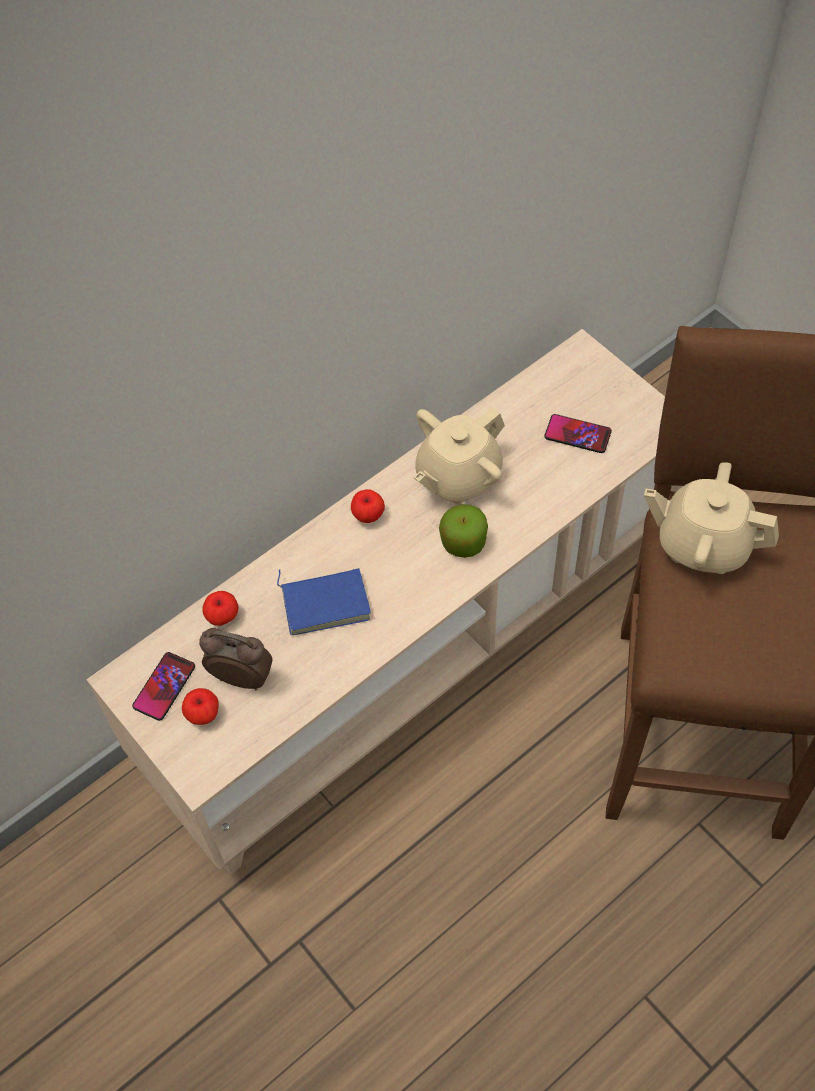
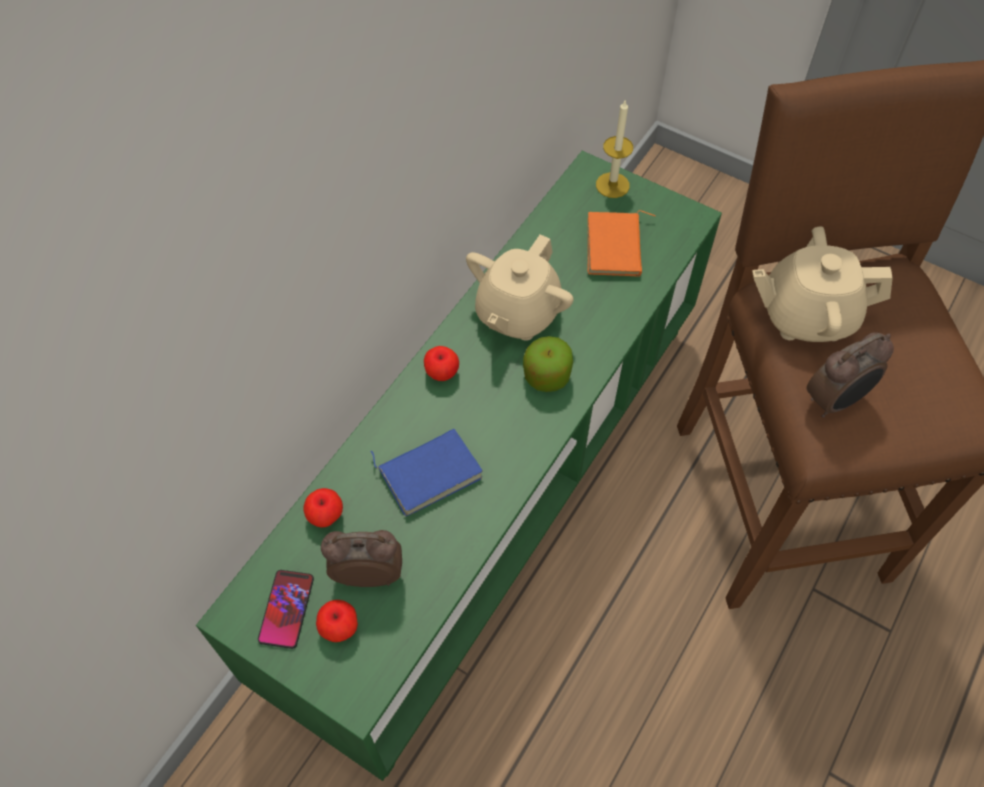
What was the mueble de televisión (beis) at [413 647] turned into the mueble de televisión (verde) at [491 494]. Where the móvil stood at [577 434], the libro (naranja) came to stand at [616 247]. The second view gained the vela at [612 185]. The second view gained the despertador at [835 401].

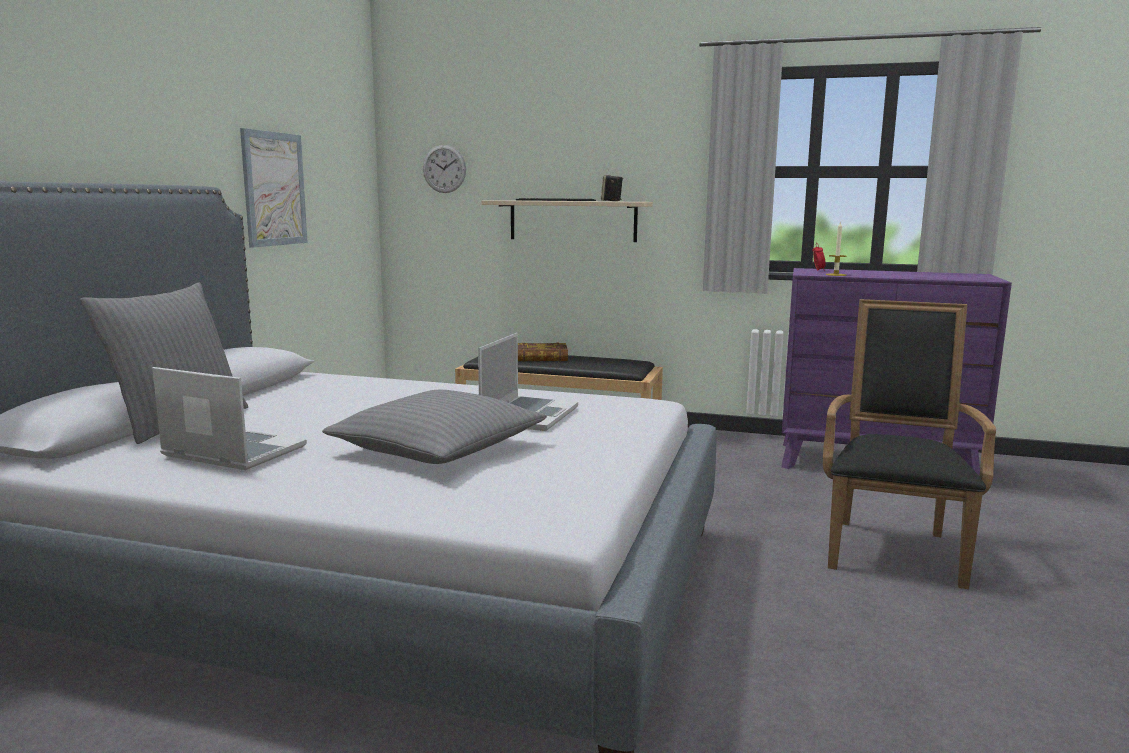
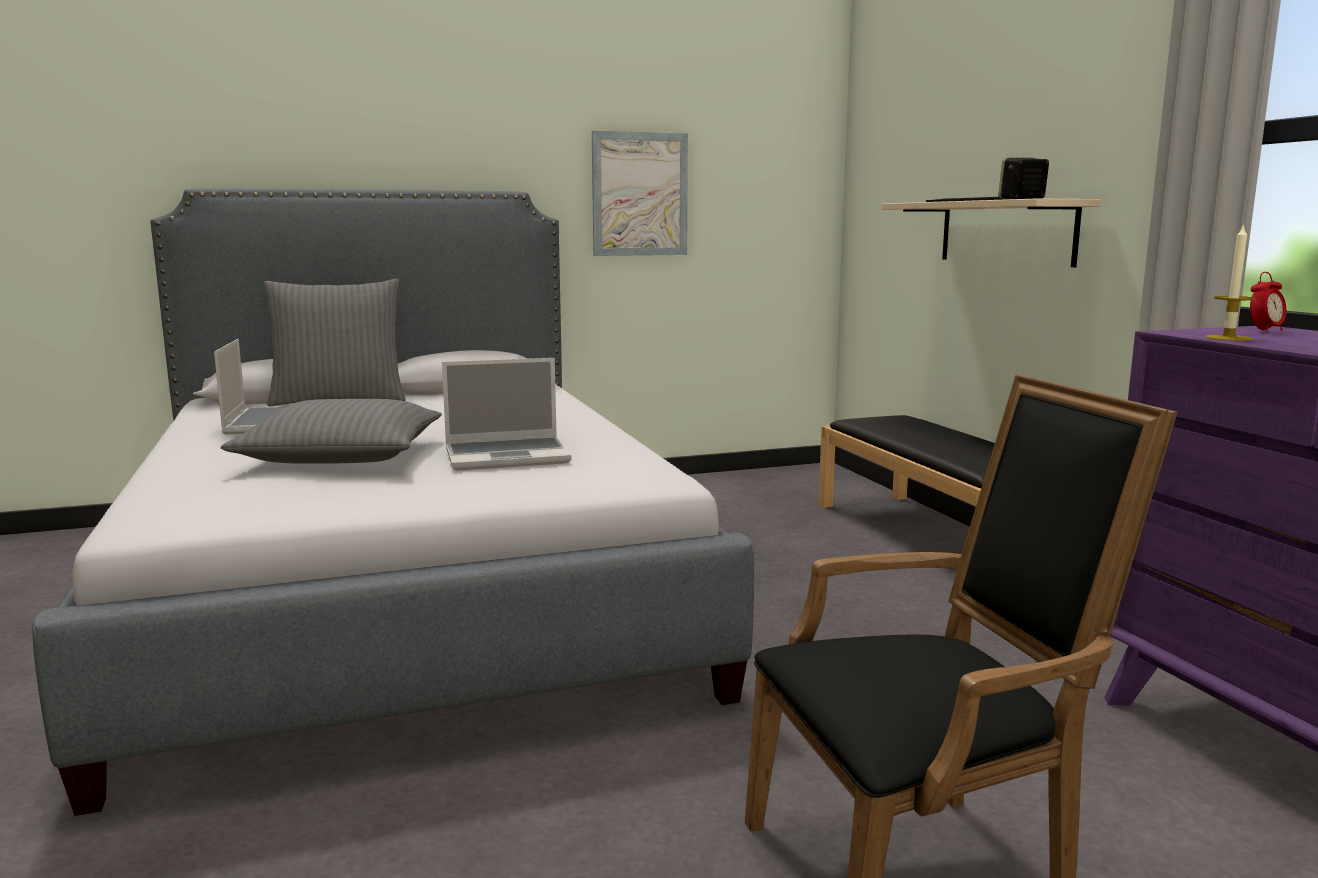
The second view lost the reloj de pared at [444 169]. The second view lost the libro at [541 357].

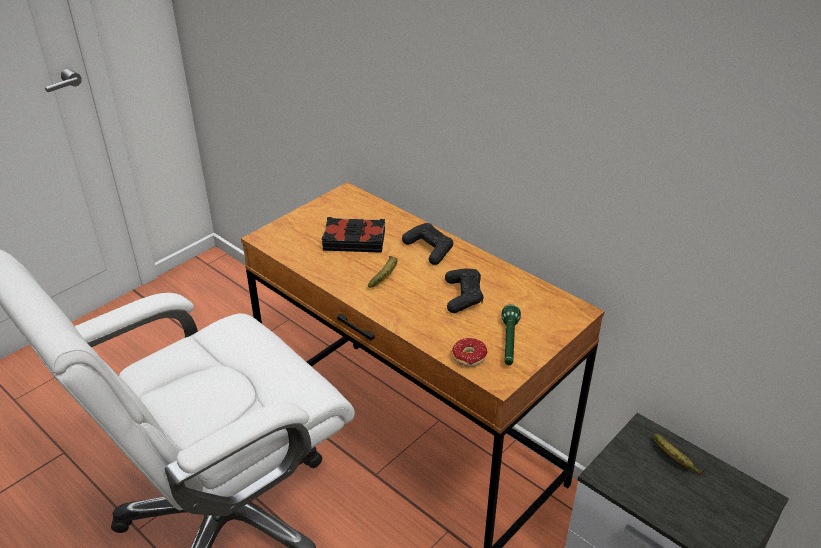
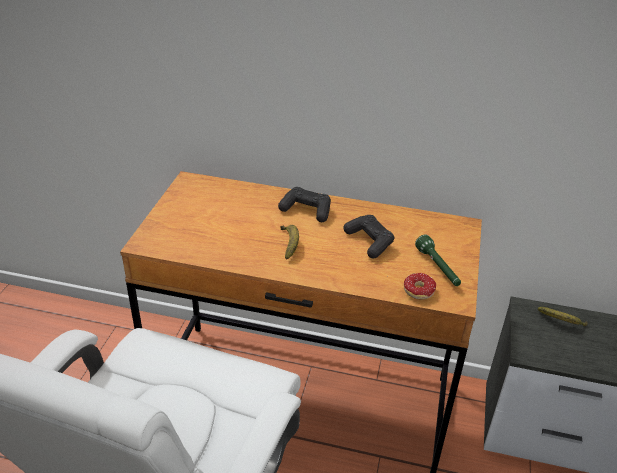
The second view lost the libro (negro) at [354 240].

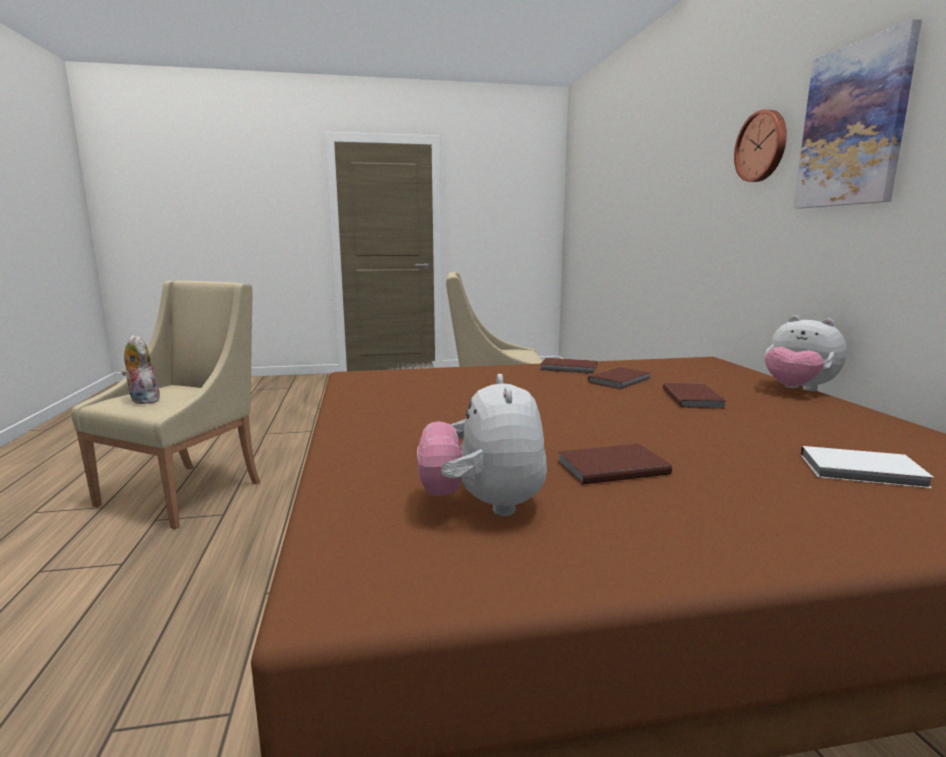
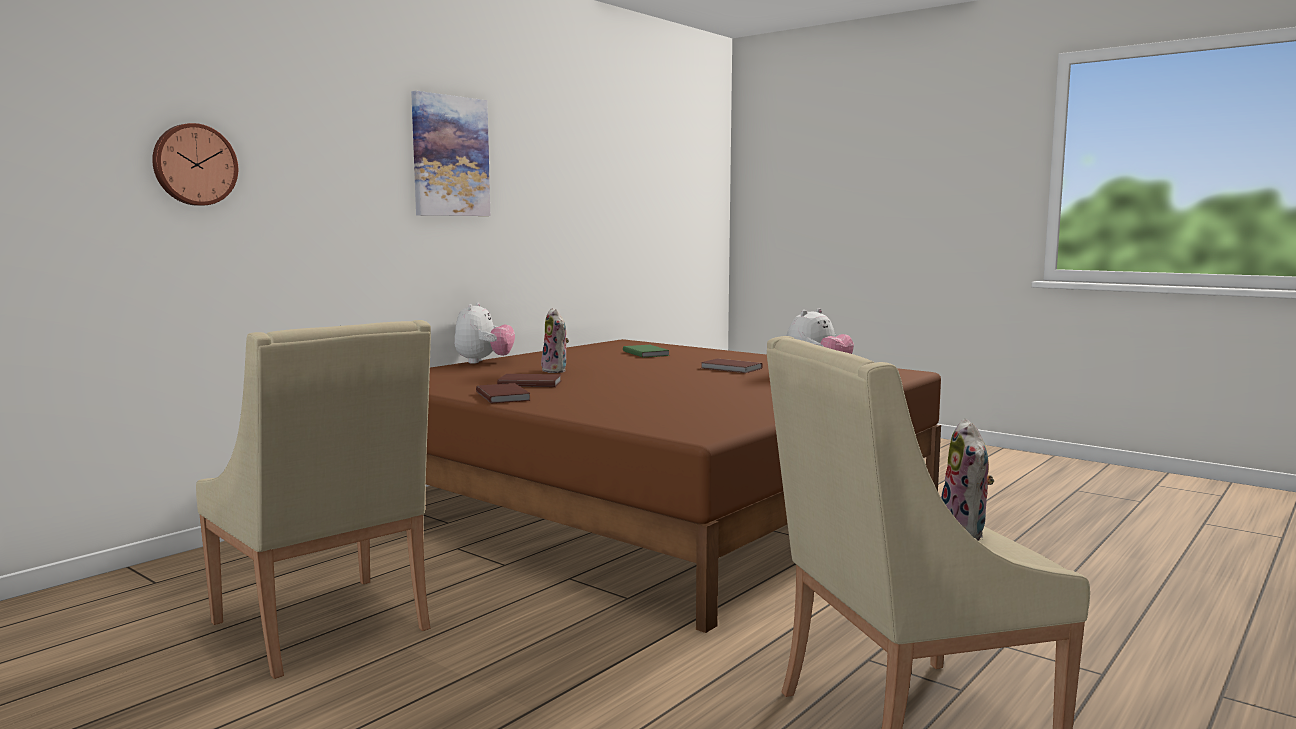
The reloj de pared ended up elsewhere, having gone from [762 146] to [194 165]. Where the libro (marrón) stood at [693 398], the peluche came to stand at [556 371]. What was the libro (blanco) at [863 471] turned into the libro (verde) at [646 353].

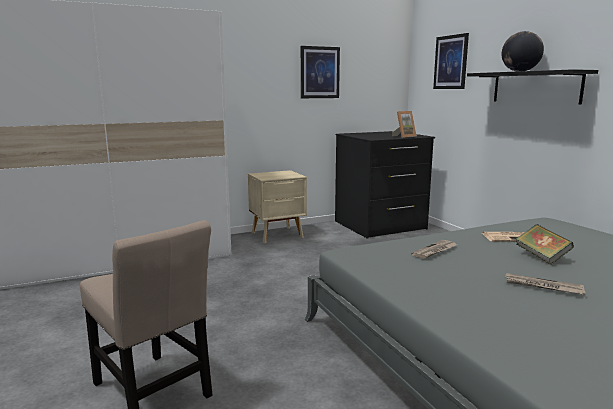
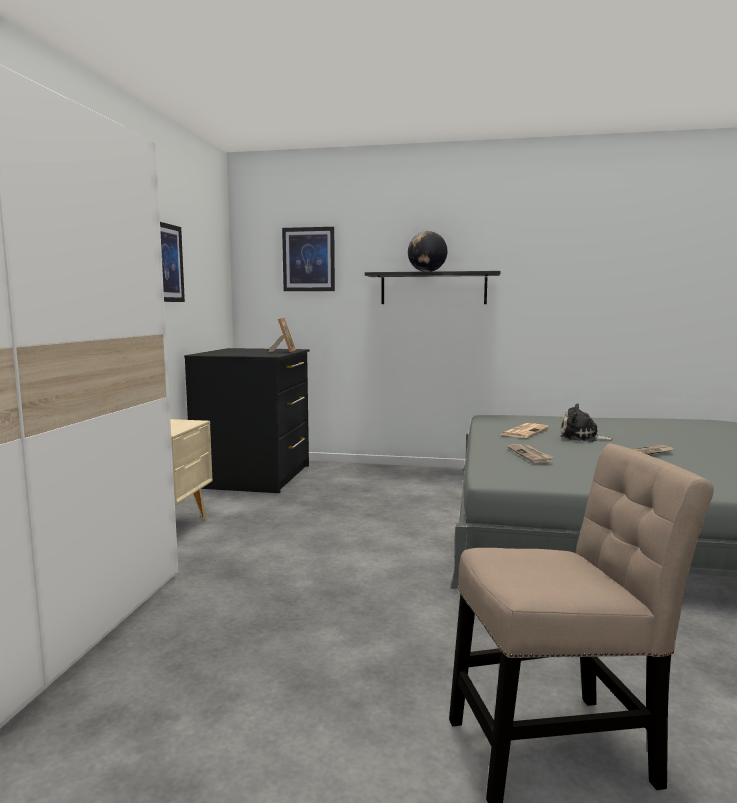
Where the libro stood at [541 257], the peluche came to stand at [582 438].

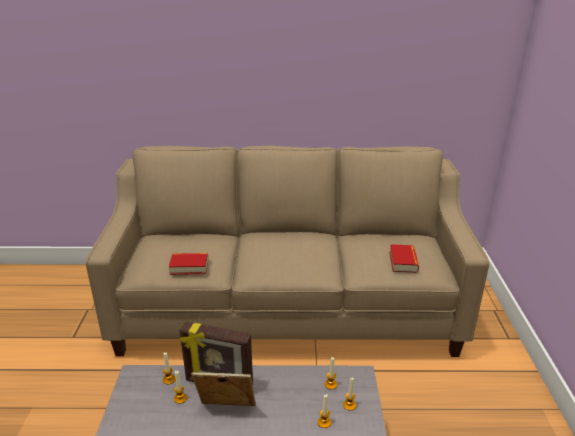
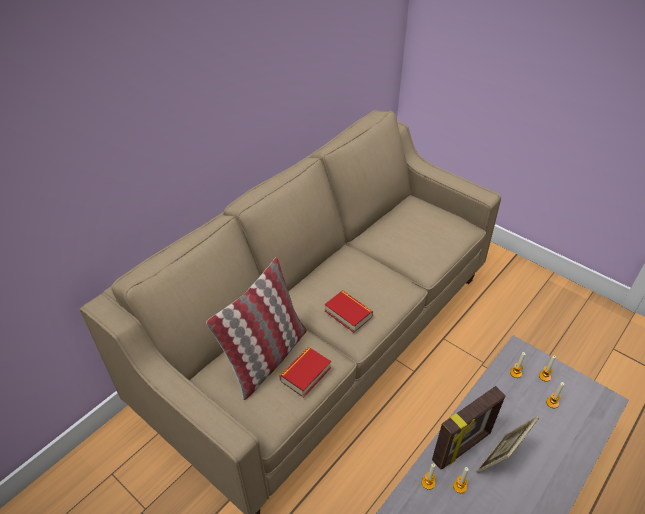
The second view gained the cojín at [266 358]. The libro ended up elsewhere, having gone from [403 262] to [348 314].

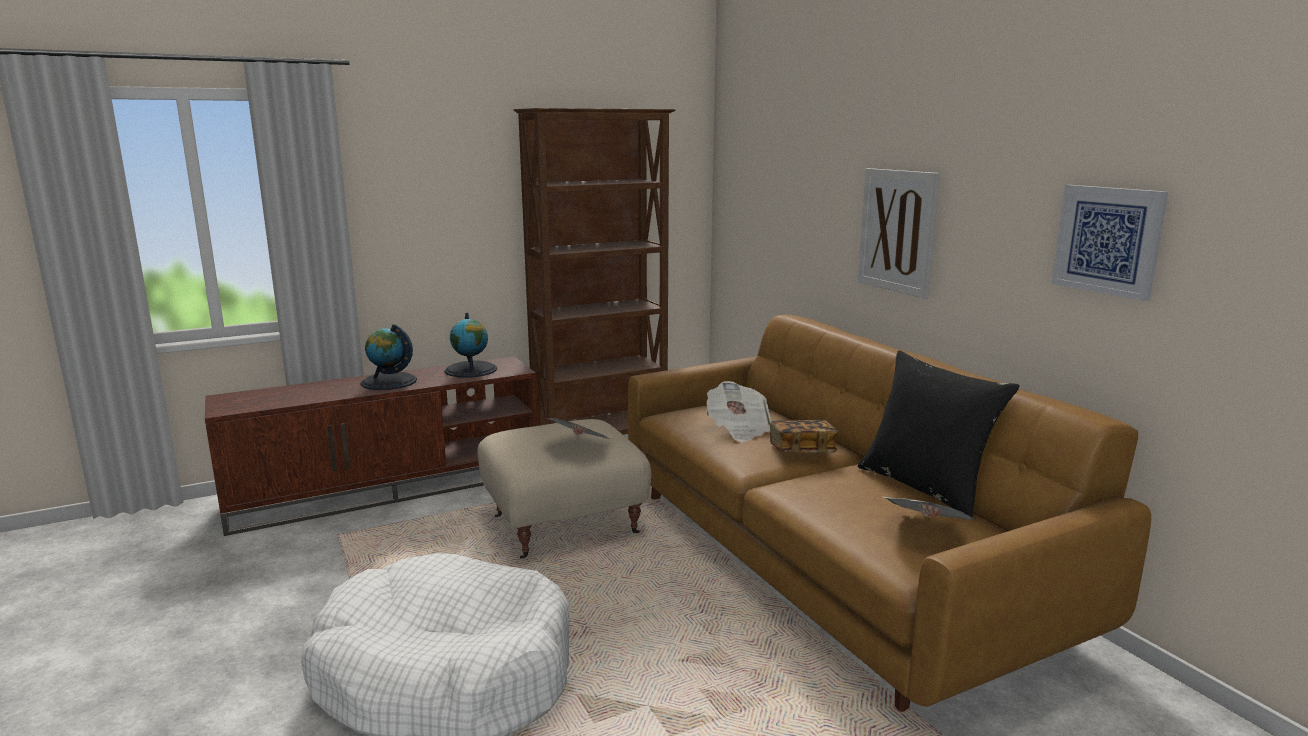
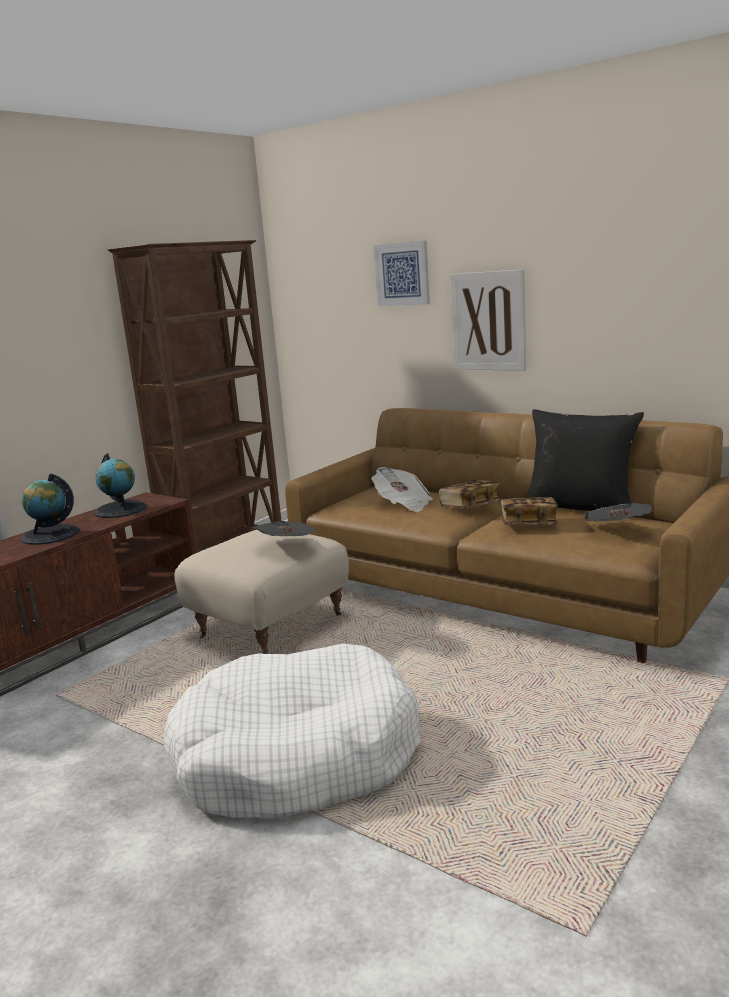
The cuadro ended up elsewhere, having gone from [1108 240] to [402 274]. The second view gained the libro at [528 524].

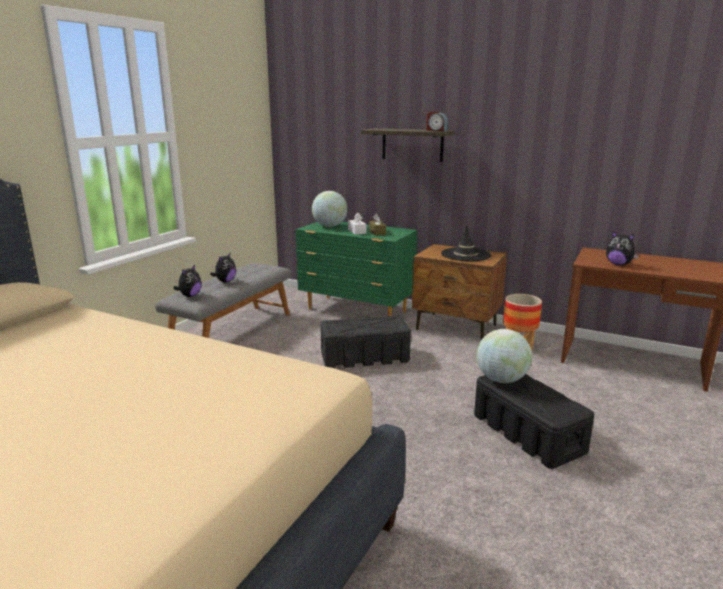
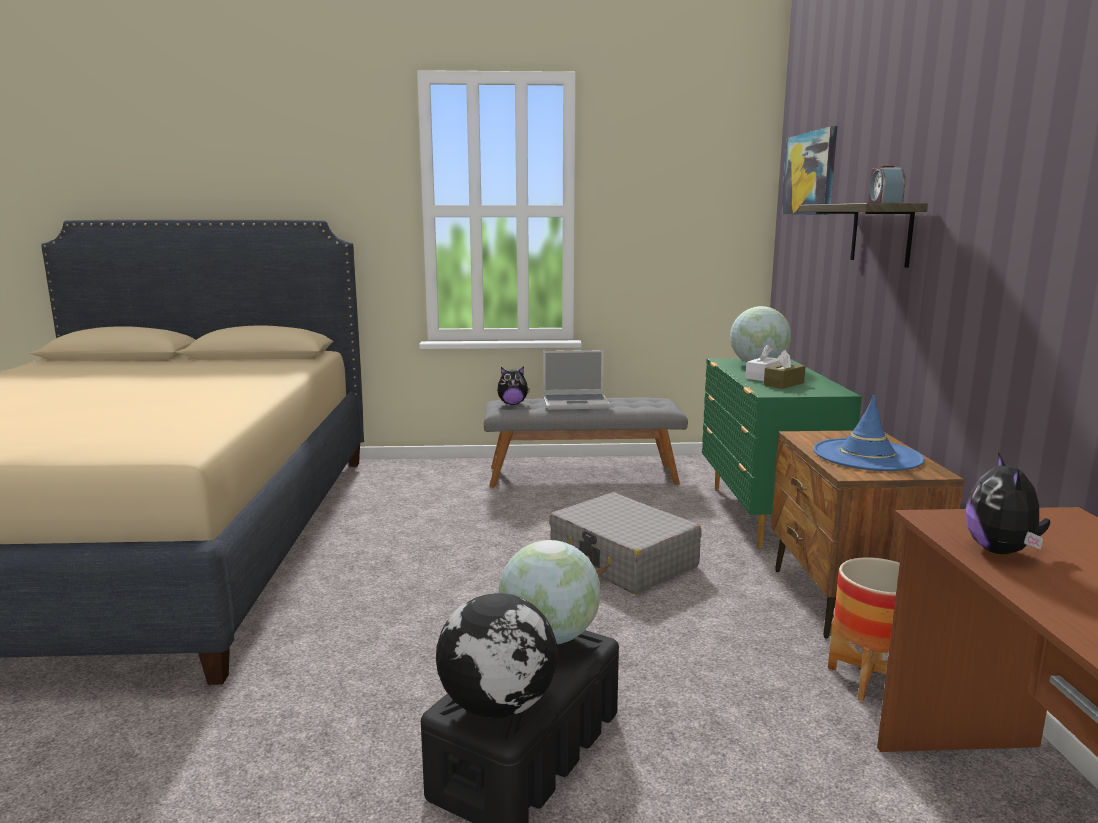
The second view gained the globo terráqueo at [499 705]. Where the peluche stood at [225 281], the portátil came to stand at [576 403]. Where the caja de almacenaje (negro) stood at [365 357], the maleta (gris) came to stand at [623 560]. The second view gained the cuadro at [810 174]. What was the sombrero (negro) at [466 255] turned into the sombrero (azul) at [867 455].

